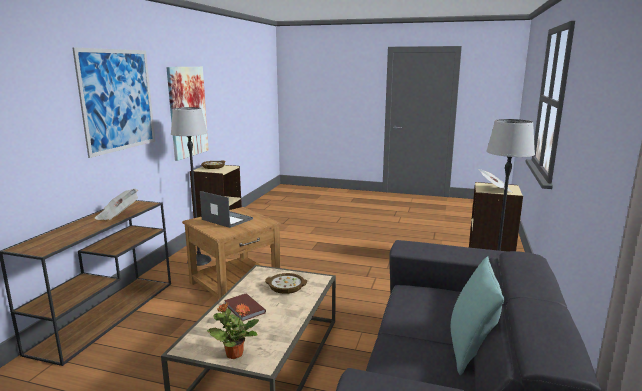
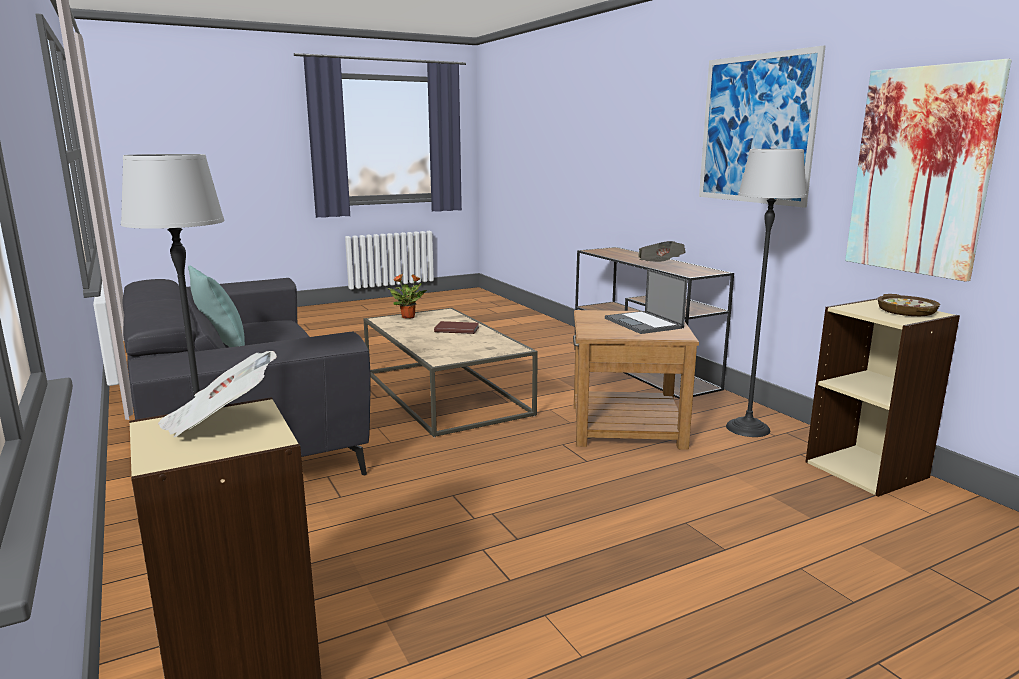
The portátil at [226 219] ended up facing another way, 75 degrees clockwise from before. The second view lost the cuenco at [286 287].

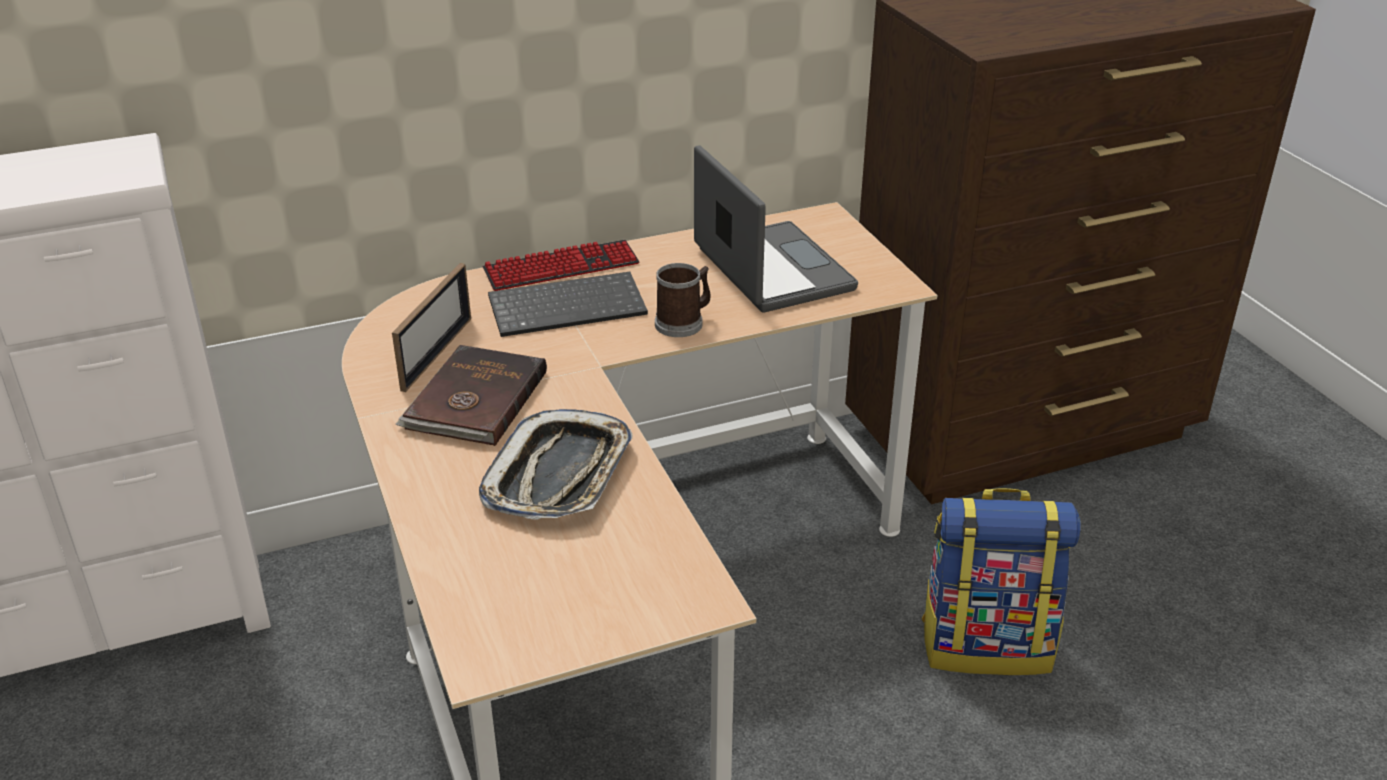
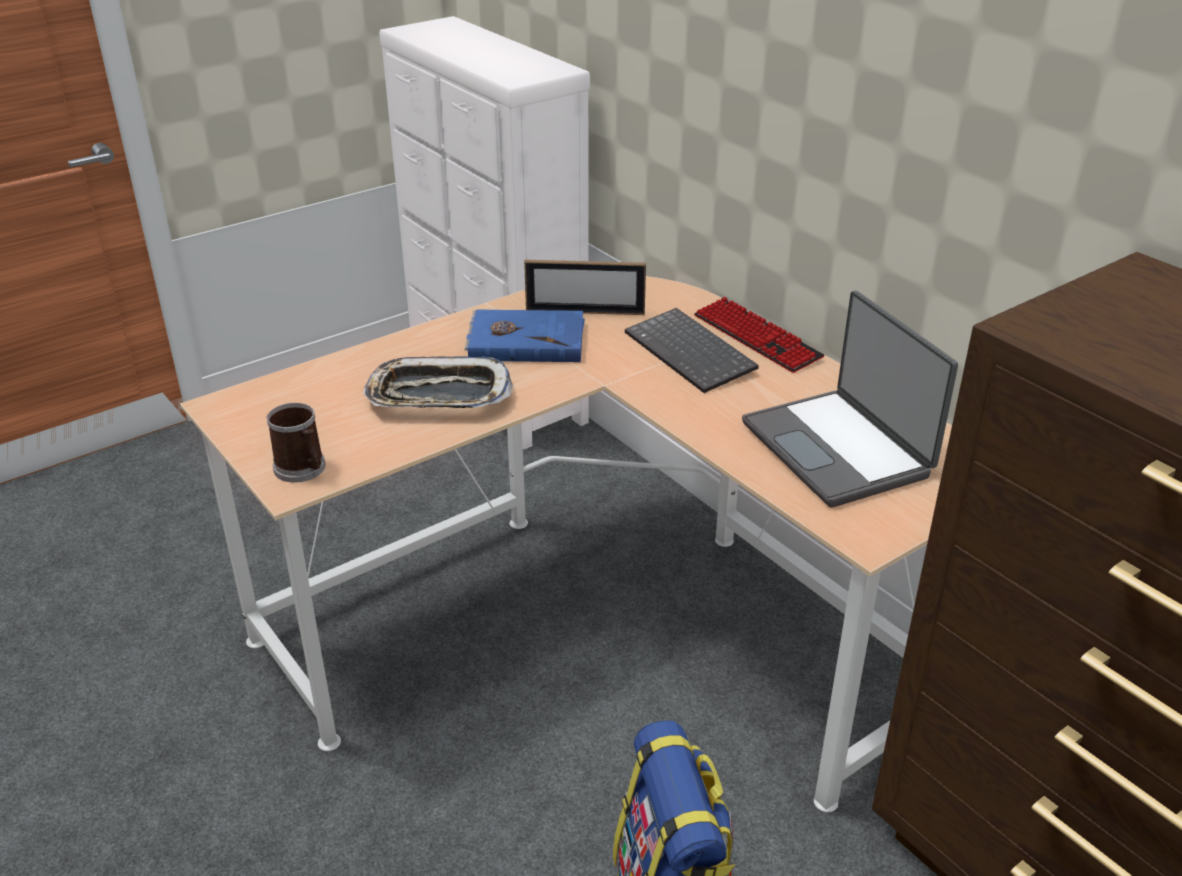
The taza grande ended up elsewhere, having gone from [683 323] to [303 469]. What was the libro (marrón) at [474 401] turned into the libro (azul) at [526 340]. The portátil at [770 270] ended up facing another way, 105 degrees clockwise from before.

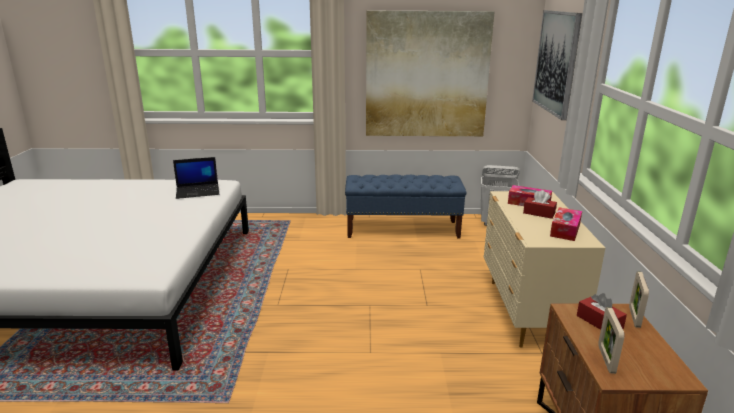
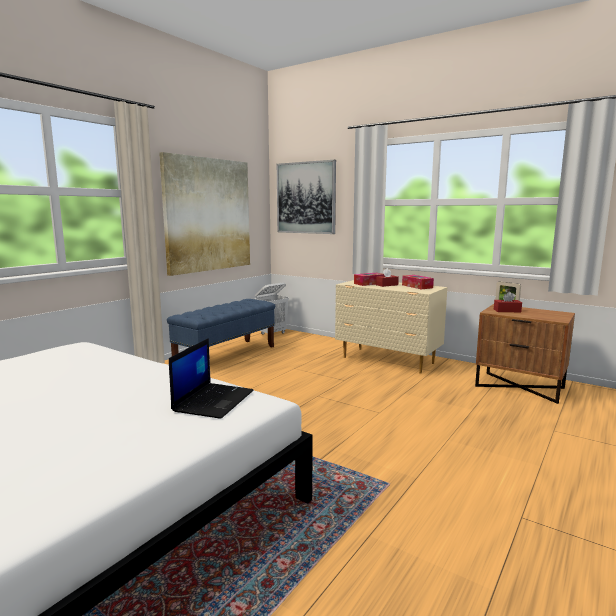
The portátil ended up elsewhere, having gone from [198 191] to [213 400]. The second view lost the portarretratos at [606 359].

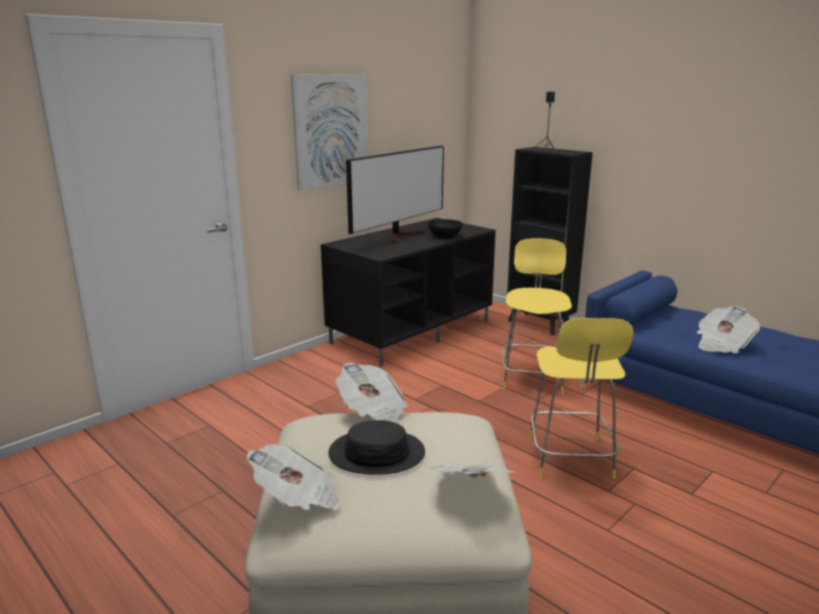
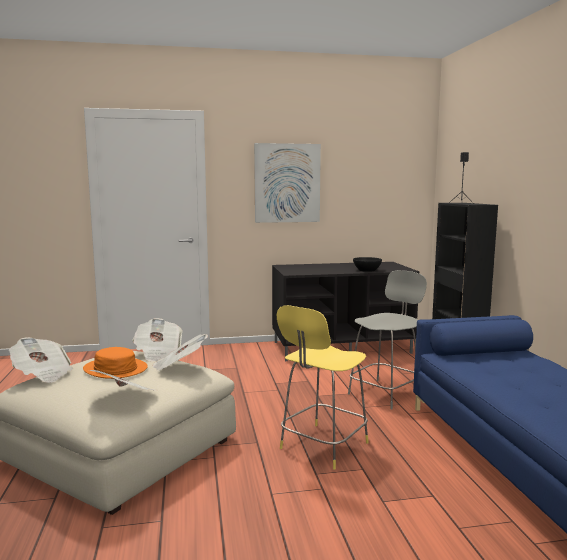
What was the sombrero (negro) at [376 454] turned into the sombrero (naranja) at [115 369]. The periódico ended up elsewhere, having gone from [722 344] to [179 367]. What was the taburete (amarillo) at [532 377] turned into the taburete (gris) at [385 393]. The second view lost the televisor at [402 235].

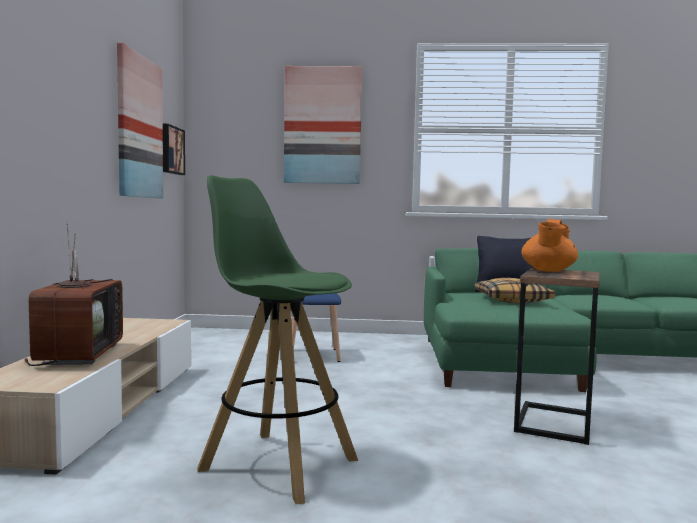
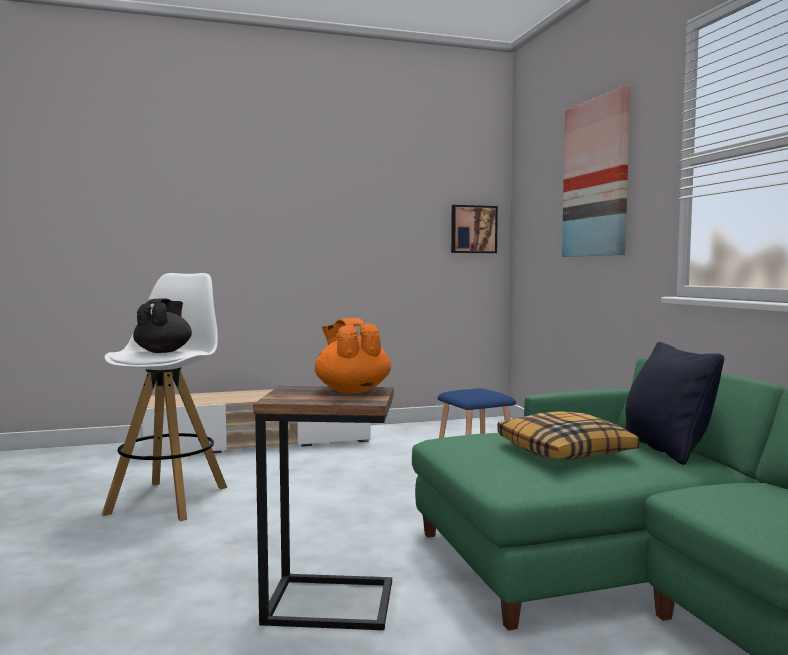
What was the taburete (verde) at [277 464] turned into the taburete (blanco) at [169 499]. The second view gained the tetera (negro) at [164 351]. The tetera (naranja) at [548 271] ended up facing another way, 60 degrees clockwise from before. The second view lost the televisor at [78 354]. The second view lost the cuadro at [139 127].

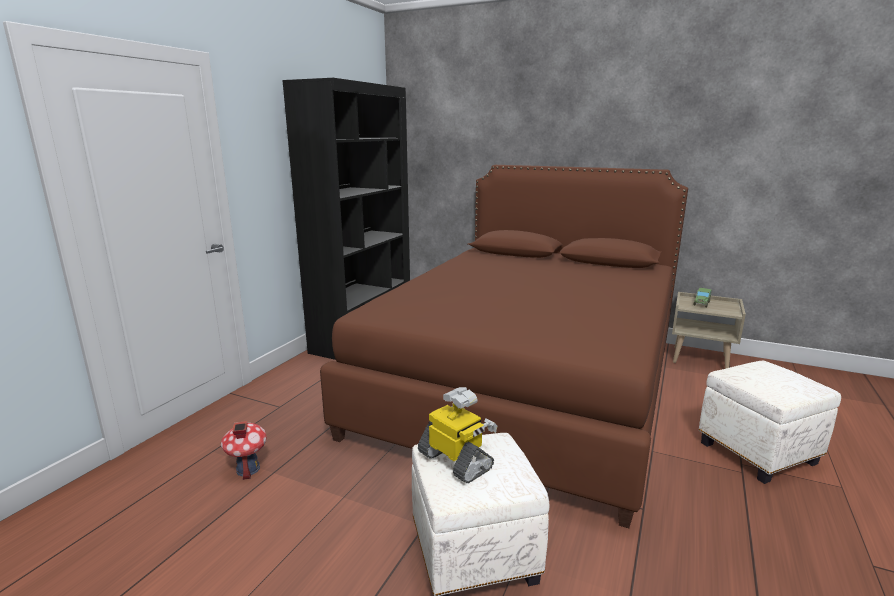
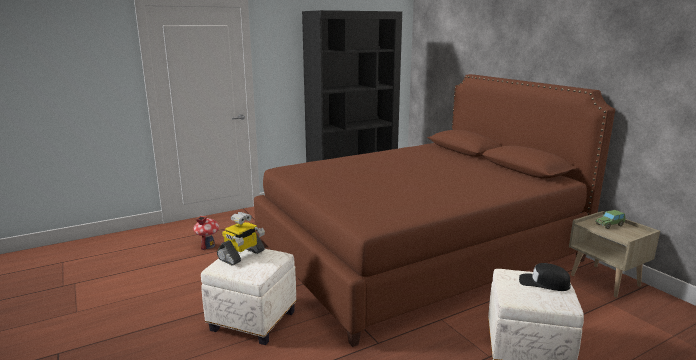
The robot de juguete at [456 461] ended up facing another way, 45 degrees clockwise from before. The second view gained the gorra (negro) at [543 283].

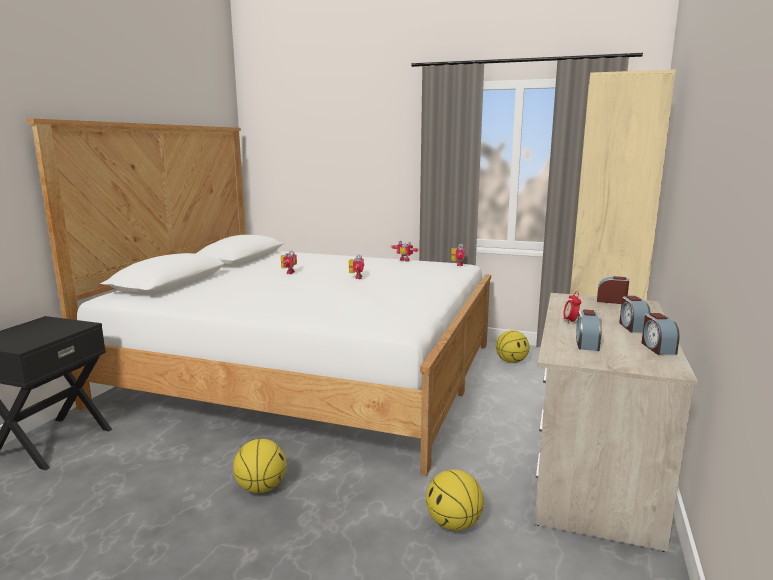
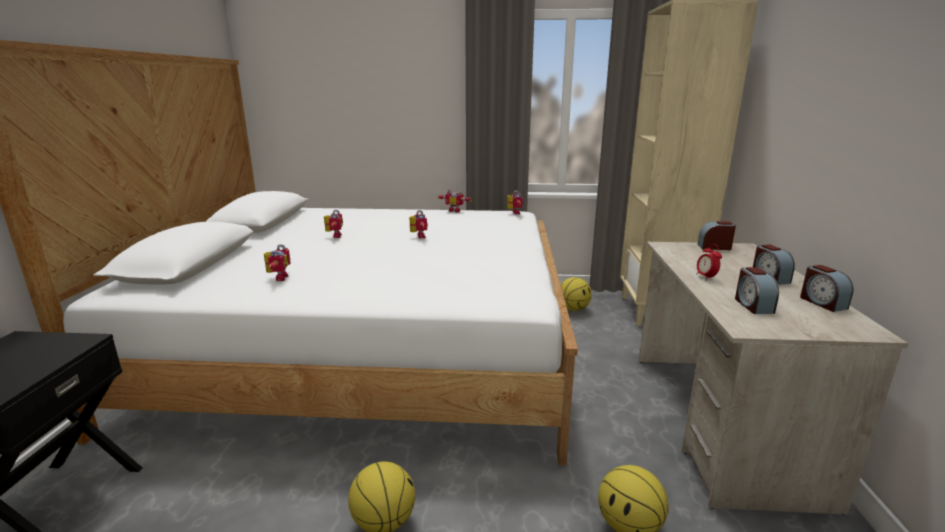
The second view gained the robot de juguete at [278 278].

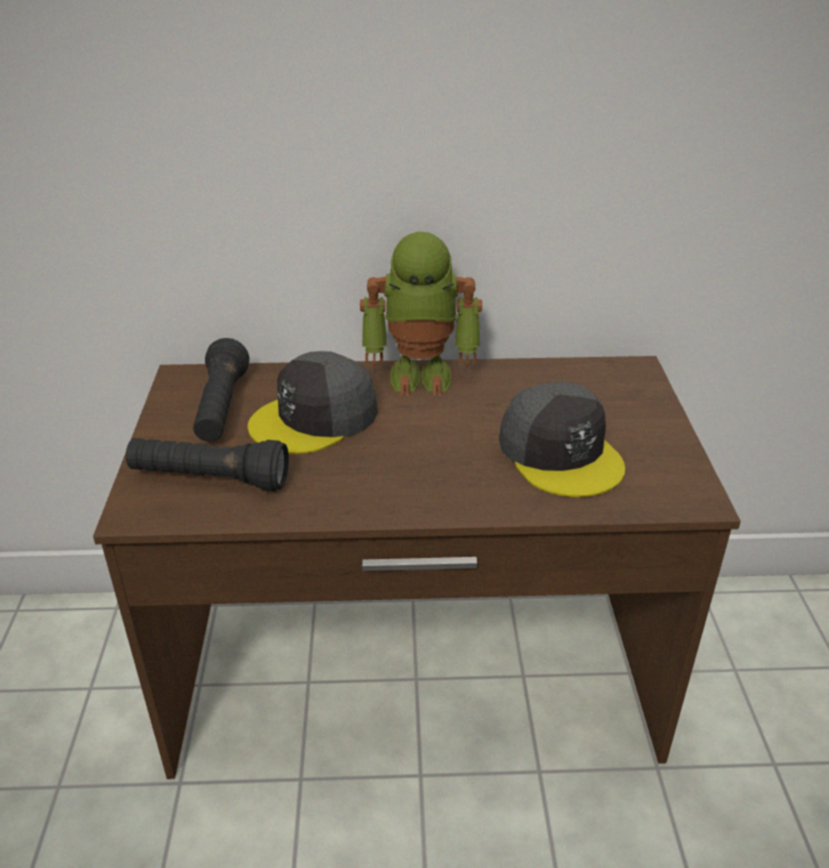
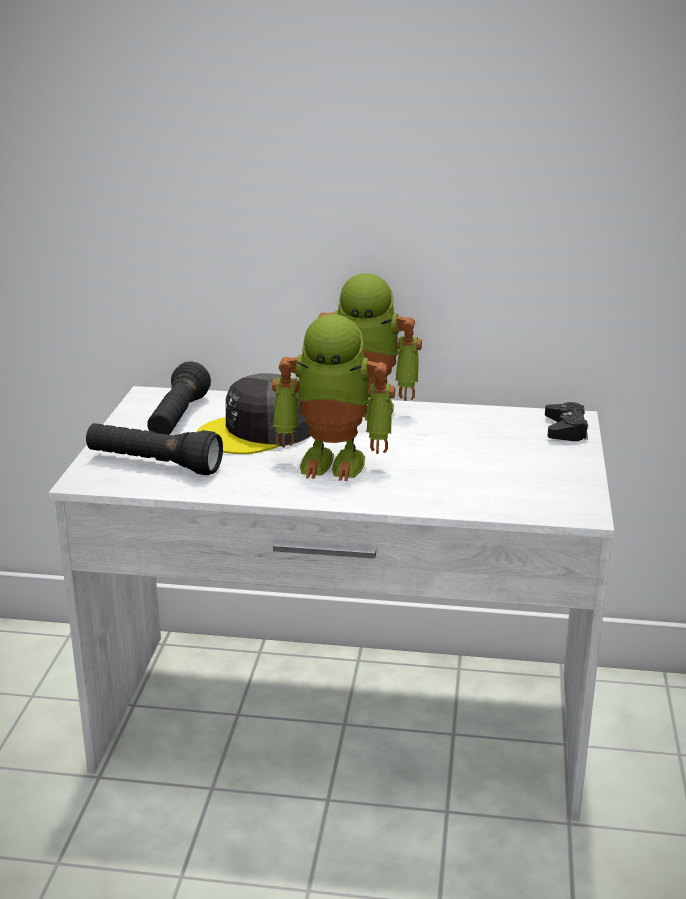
What was the escritorio (marrón) at [414 677] turned into the escritorio (blanco) at [343 722]. The second view gained the robot de juguete at [334 461]. The second view gained the mando de consola (negro) at [565 429]. The second view lost the gorra (gris) at [560 453].

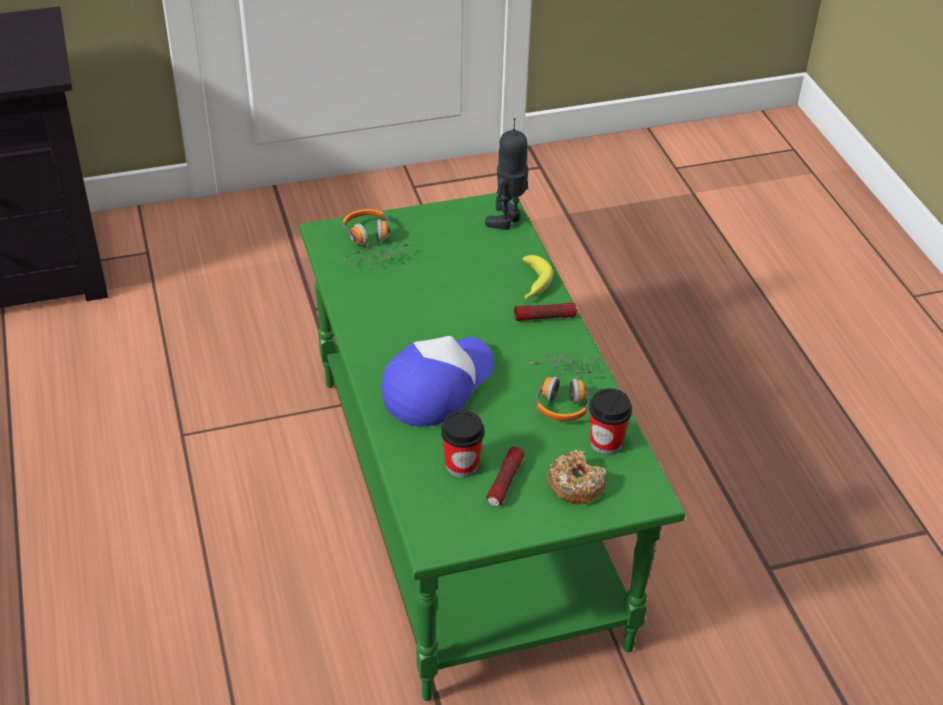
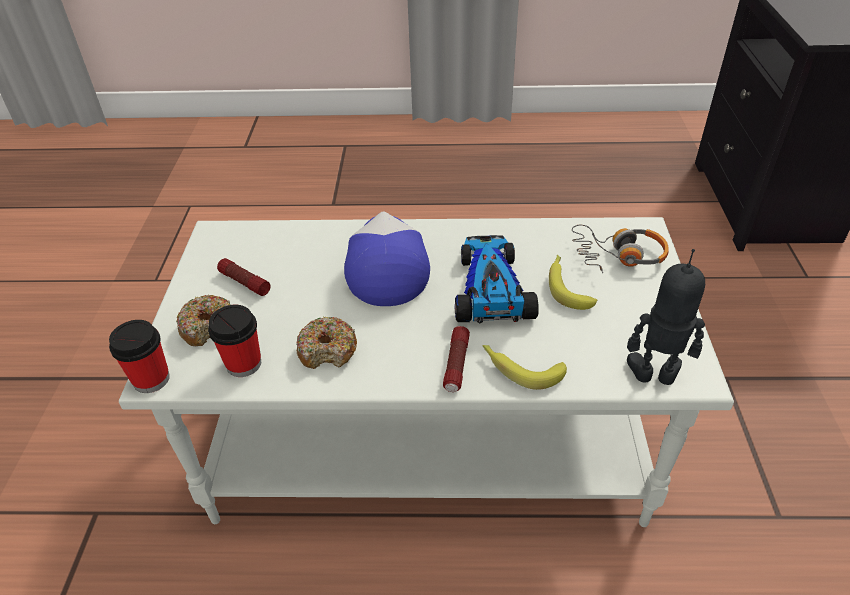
The taza ended up elsewhere, having gone from [461 465] to [151 379]. What was the mesa de centro (verde) at [470 506] turned into the mesa de centro (blanco) at [427 443]. Where the auriculares stood at [565 394], the rosquilla came to stand at [328 350]. The gorra at [438 385] ended up facing another way, 150 degrees counterclockwise from before. The second view gained the coche de juguete at [489 287]. The second view gained the plátano at [567 286]. The robot de juguete at [508 221] ended up facing another way, 45 degrees counterclockwise from before.

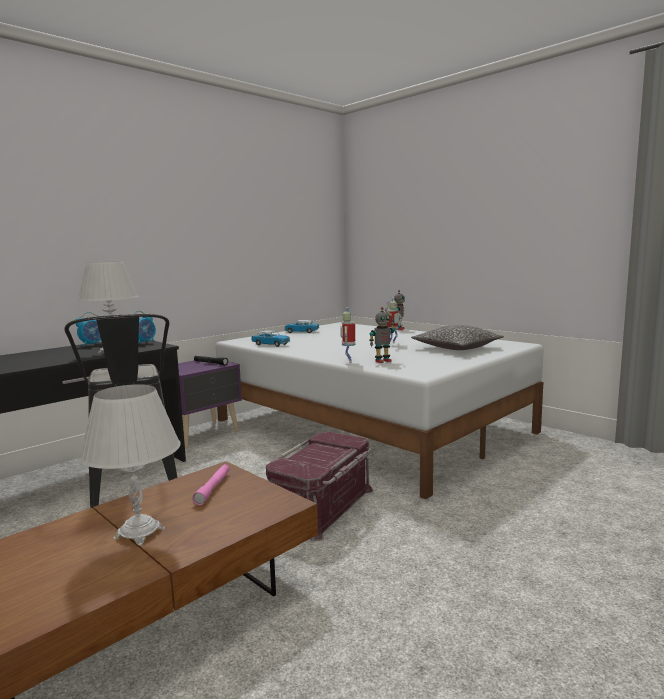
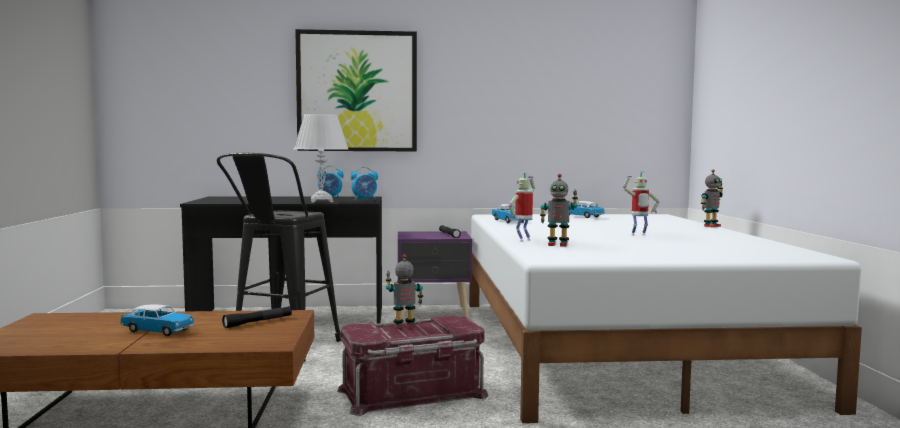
Where the lámpara de mesa (blanco) stood at [139 533], the coche de juguete came to stand at [158 331]. What was the linterna (rosa) at [213 488] turned into the linterna (negro) at [258 322]. The second view gained the cuadro at [357 91]. The second view gained the robot de juguete at [404 327]. The second view lost the cojín at [456 348].

